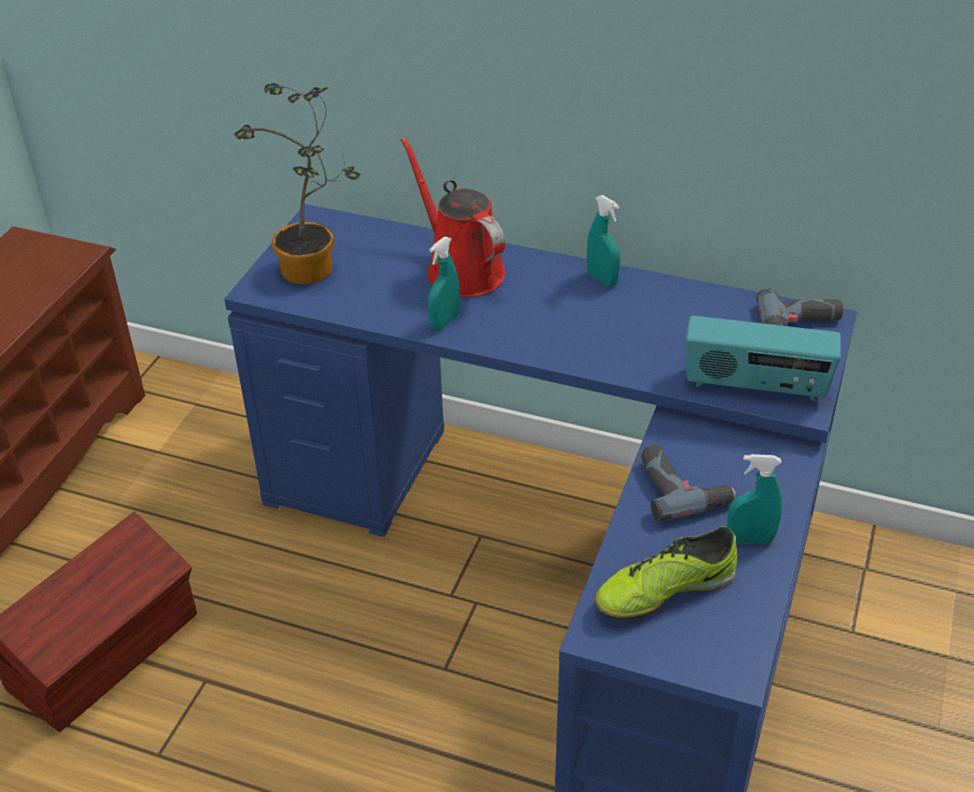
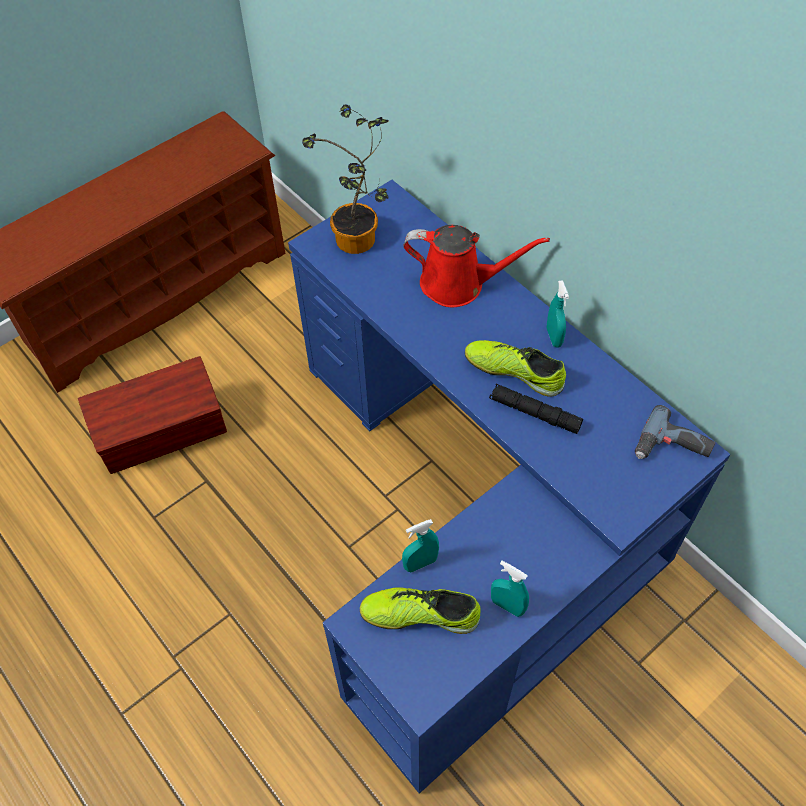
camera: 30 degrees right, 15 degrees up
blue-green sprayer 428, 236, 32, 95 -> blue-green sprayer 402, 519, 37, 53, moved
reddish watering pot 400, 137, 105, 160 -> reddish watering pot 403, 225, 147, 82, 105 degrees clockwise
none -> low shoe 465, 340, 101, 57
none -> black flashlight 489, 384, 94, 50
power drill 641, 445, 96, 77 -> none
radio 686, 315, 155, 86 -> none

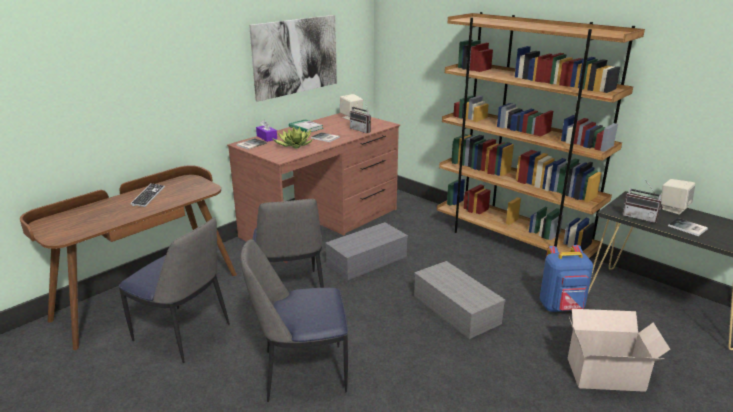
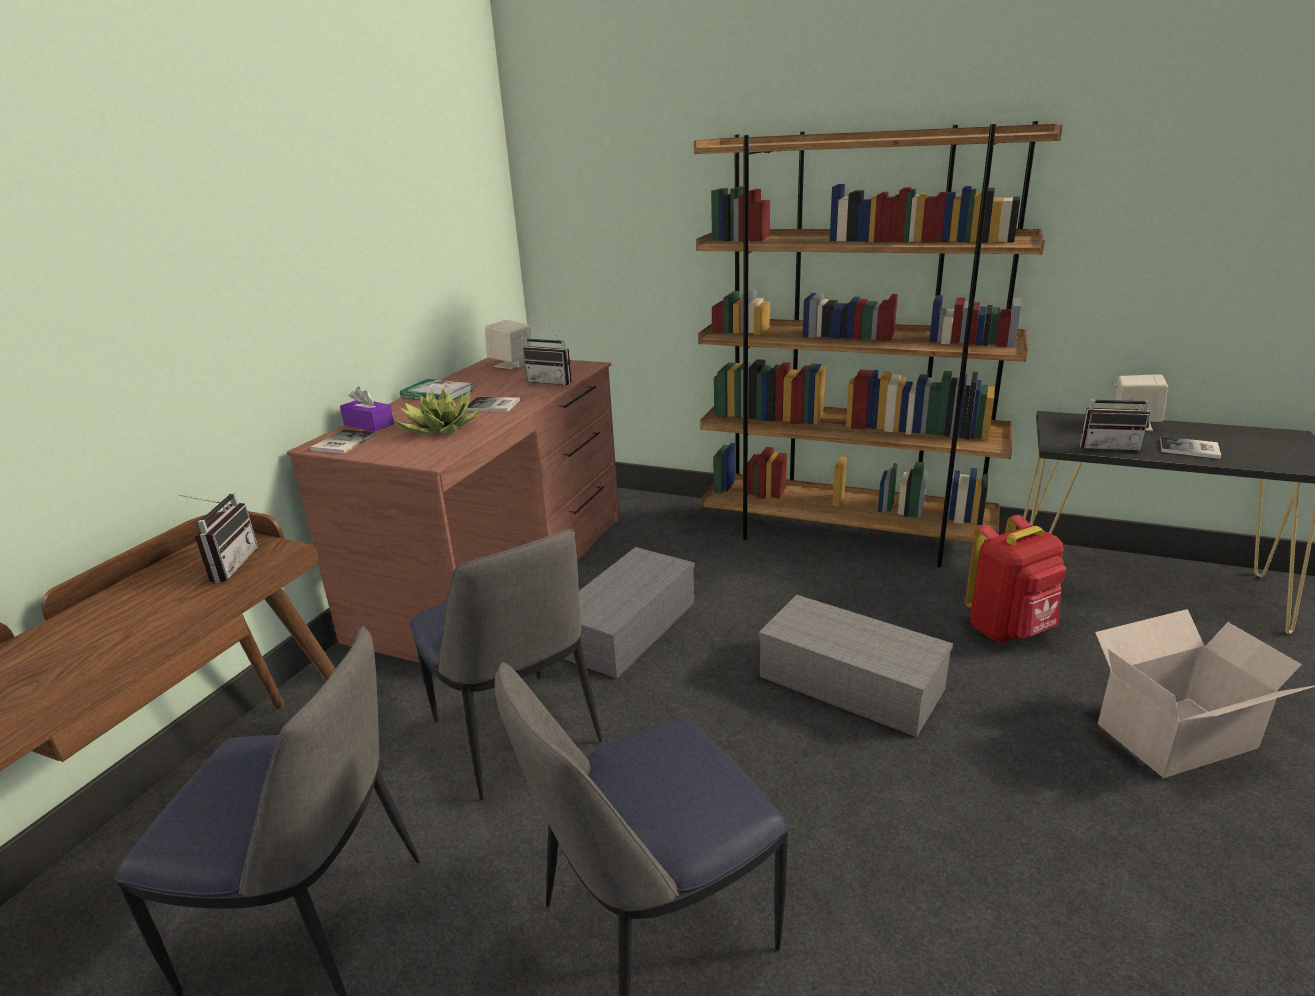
camera: 20 degrees left, 0 degrees up
none -> radio 179, 493, 79, 90
blue-coloured knapsack 540, 245, 53, 67 -> reddish knapsack 965, 515, 101, 128
computer keyboard 130, 183, 35, 24 -> none
wall picture 249, 15, 88, 87 -> none

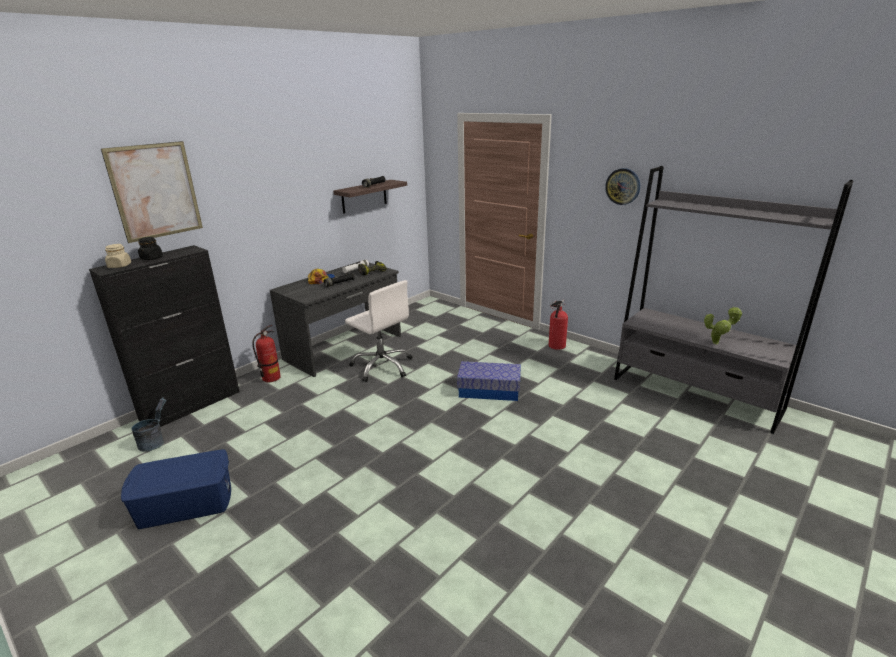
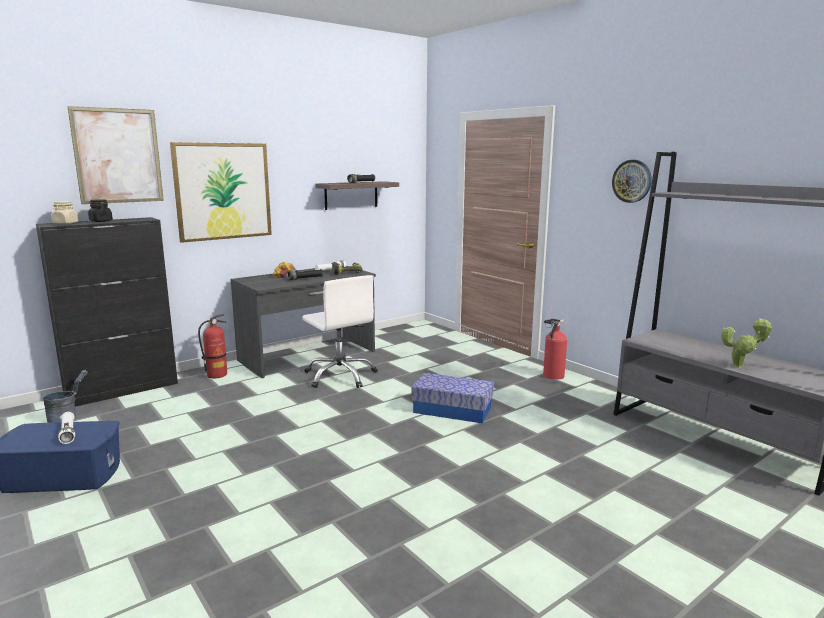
camera: 10 degrees right, 10 degrees down
none -> white-coloured flashlight 58, 412, 17, 32
none -> wall picture 170, 142, 102, 101

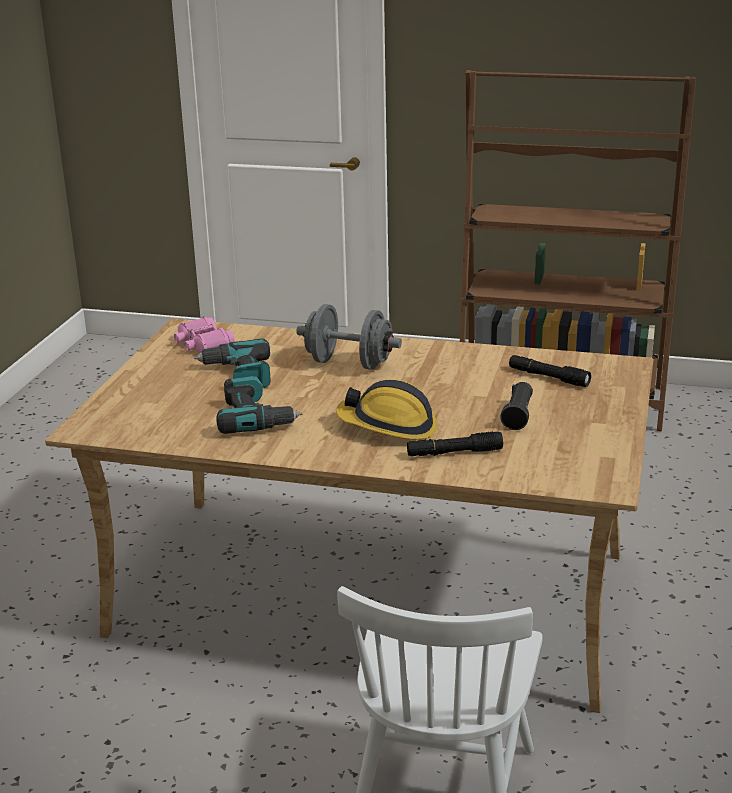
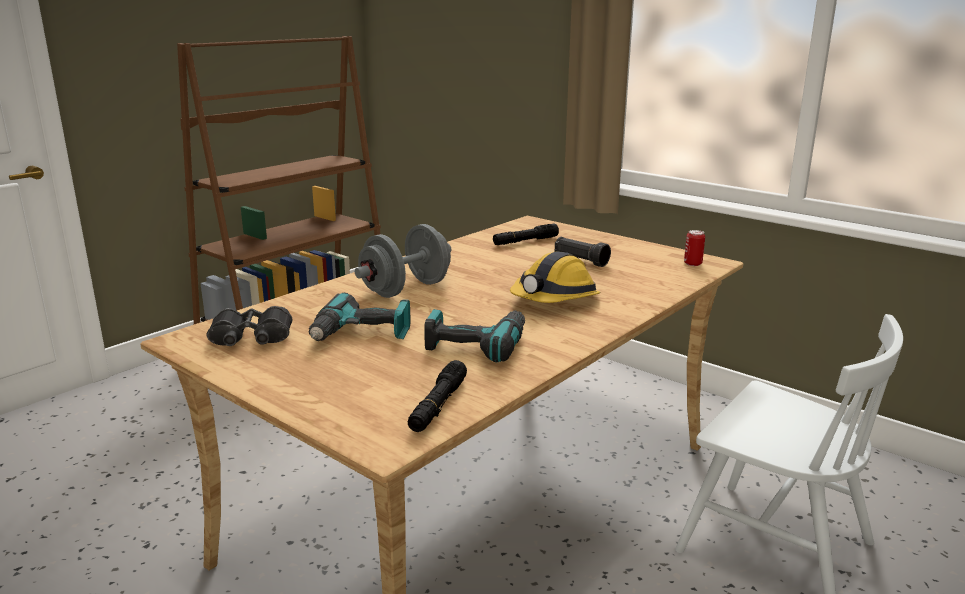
camera: 65 degrees left, 5 degrees down
pink-coloured field glasses 174, 317, 61, 36 -> black field glasses 207, 306, 85, 40
black flashlight 407, 432, 96, 24 -> black flashlight 408, 360, 59, 72, moved
none -> metal can 684, 230, 21, 36

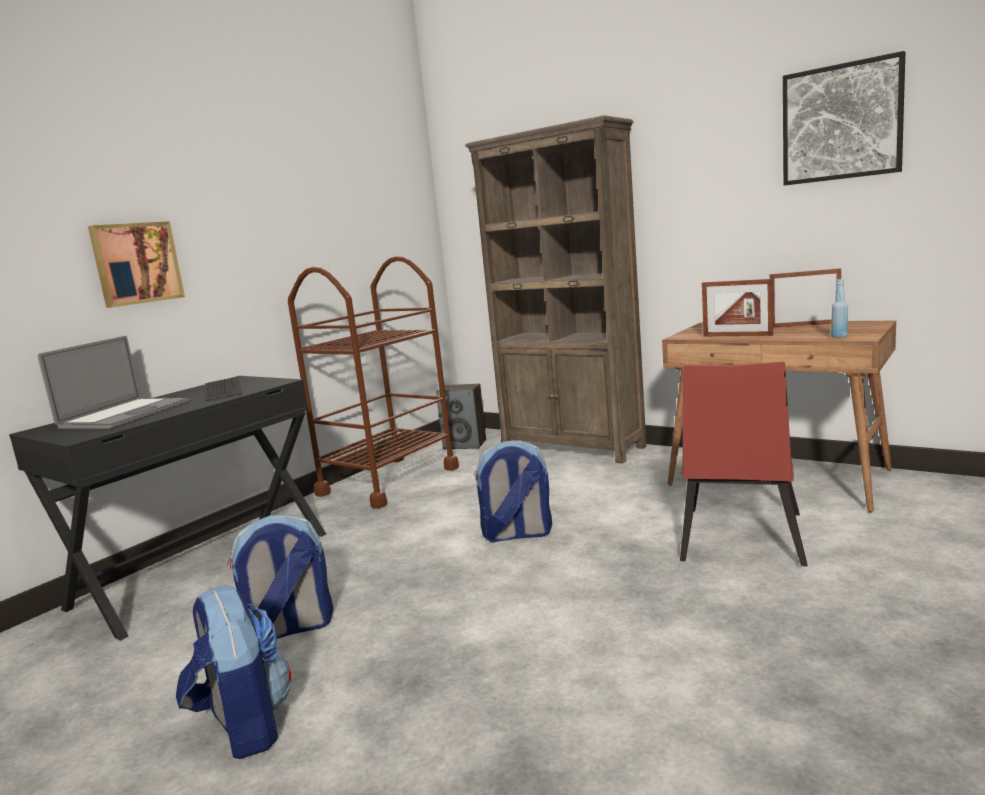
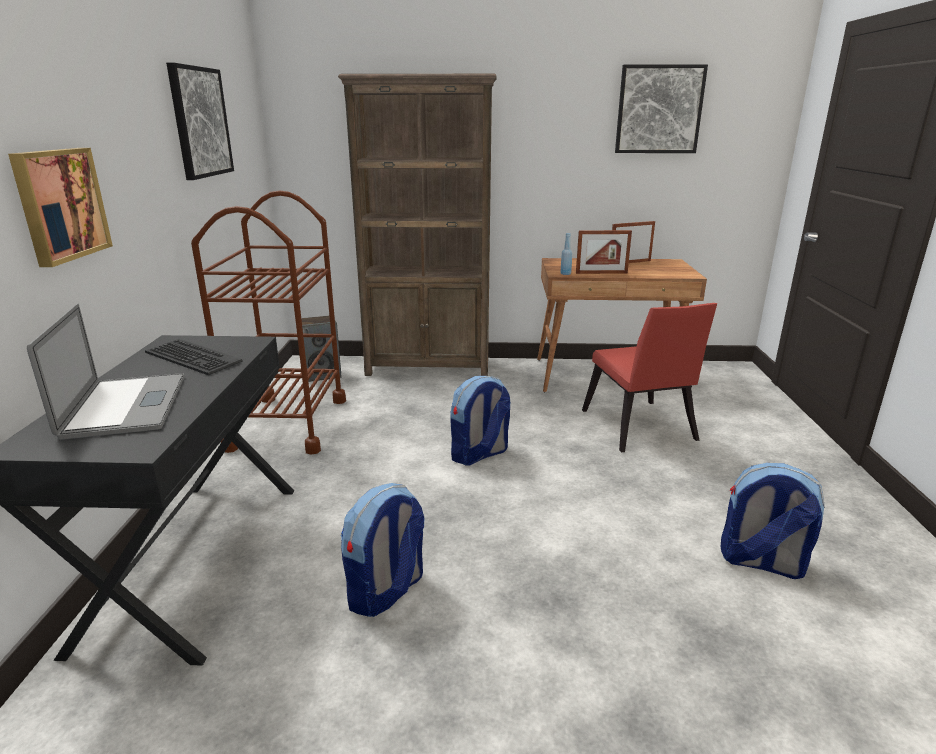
camera: 35 degrees left, 10 degrees up
none -> wall picture 166, 63, 68, 117
blue-coloured bottle 831, 279, 17, 59 -> blue-coloured bottle 560, 233, 12, 42, moved
knapsack 176, 585, 115, 174 -> knapsack 721, 463, 104, 116, moved

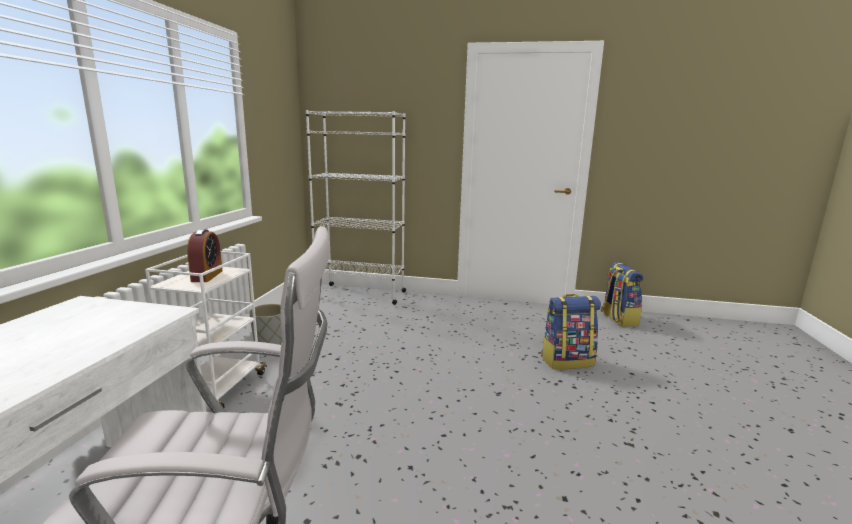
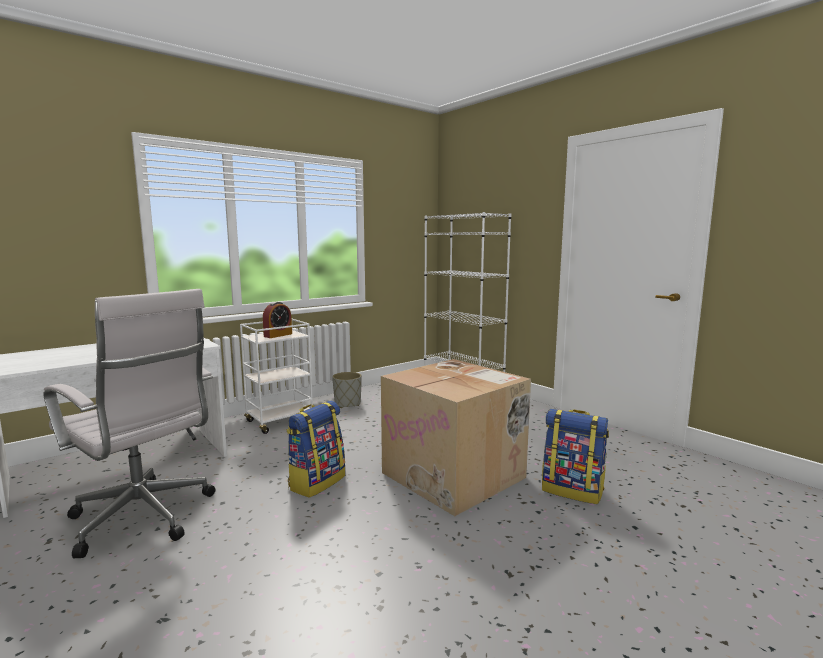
camera: 40 degrees right, 5 degrees down
knapsack 601, 262, 42, 65 -> knapsack 287, 401, 58, 97, moved
none -> packing box 381, 359, 150, 157

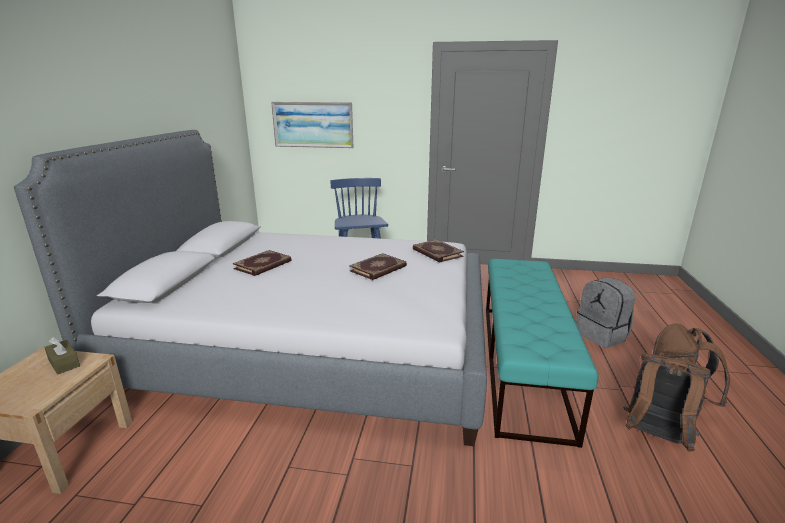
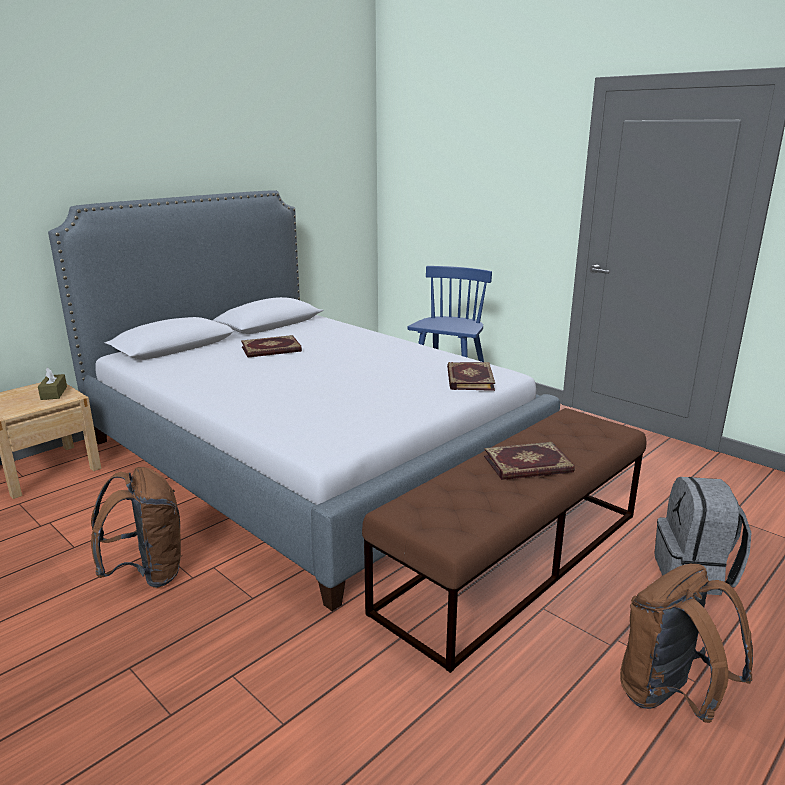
camera: 35 degrees right, 0 degrees up
brown knapsack 623, 353, 88, 99 -> brown knapsack 91, 467, 91, 121, moved
blue-green bench 486, 259, 113, 189 -> brown bench 362, 408, 285, 265
volume 349, 253, 58, 27 -> volume 484, 442, 91, 38, moved
wall picture 271, 102, 83, 46 -> none

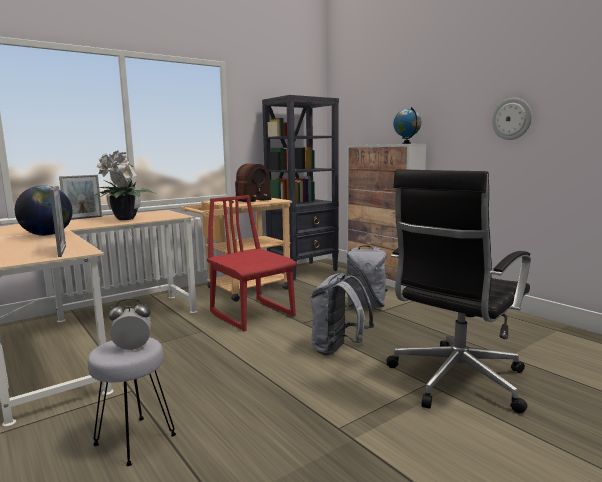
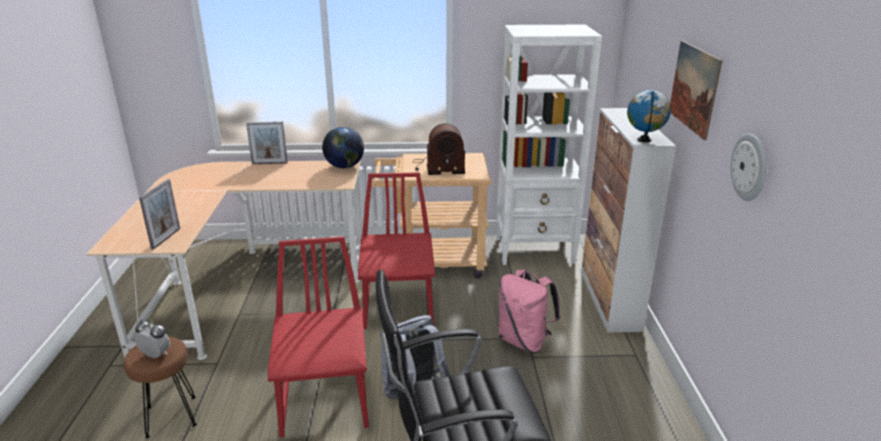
camera: 35 degrees right, 15 degrees up
grey sitting stool 88, 337, 88, 129 -> brown sitting stool 124, 337, 73, 101
none -> reddish plain chair 268, 236, 101, 202
desk globe 15, 185, 58, 51 -> desk globe 322, 127, 42, 41, moved
black shelving unit 262, 95, 77, 186 -> white-coloured shelving unit 496, 25, 106, 240
grey knapsack 346, 245, 42, 63 -> pink-coloured knapsack 498, 270, 63, 83
none -> wall picture 670, 41, 52, 99
plant in a pot 93, 150, 64, 70 -> none

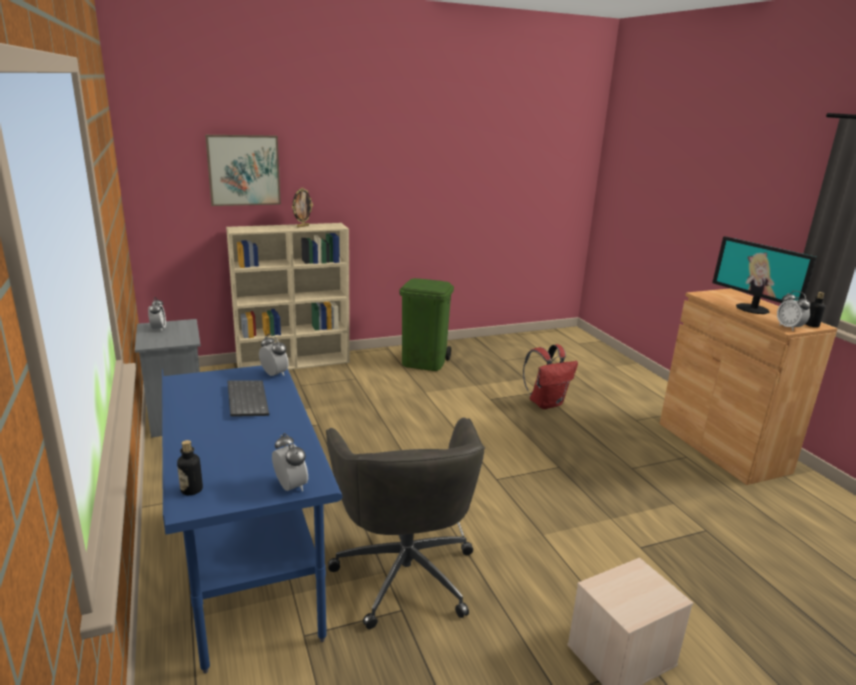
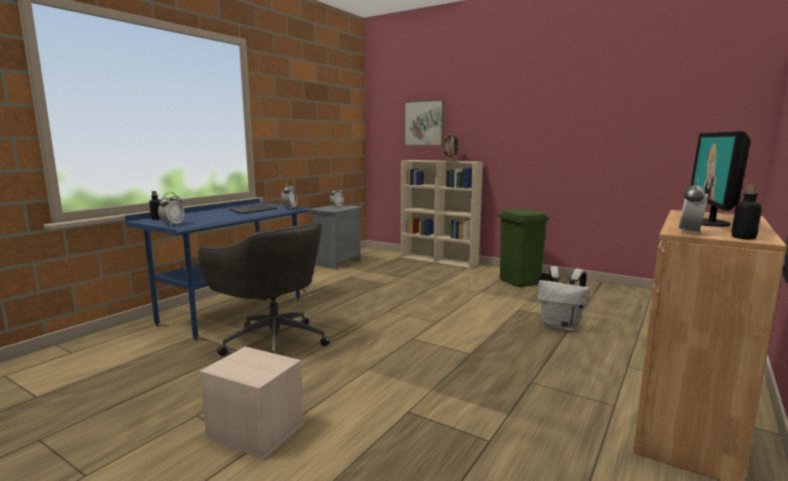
camera: 55 degrees right, 10 degrees down
grey office chair 326, 417, 159, 212 -> grey office chair 199, 222, 131, 134, 90 degrees counterclockwise
reddish knapsack 523, 344, 55, 65 -> white-coloured knapsack 537, 266, 53, 65

